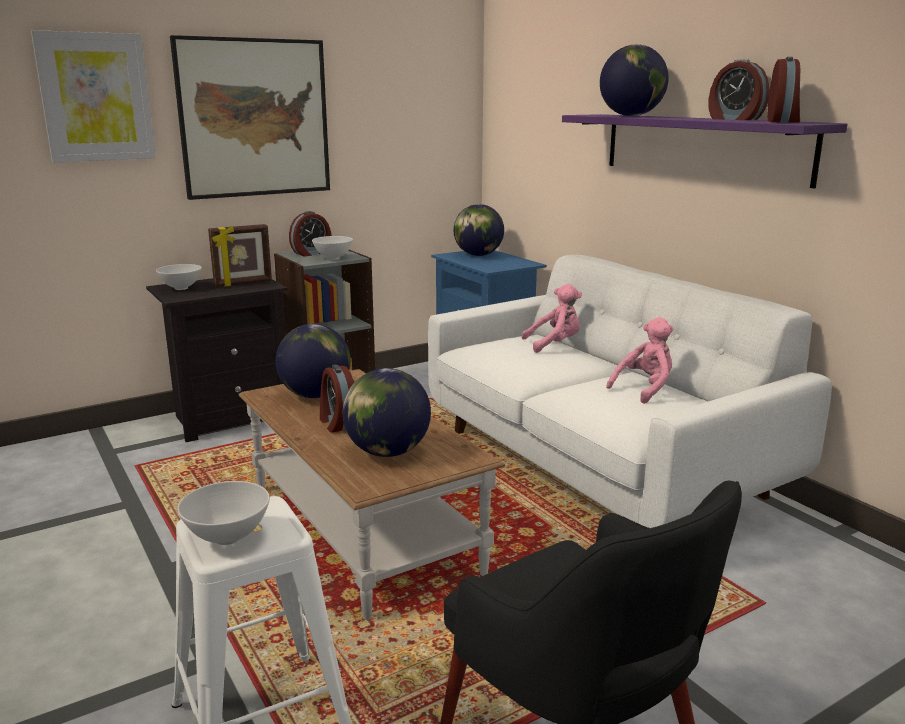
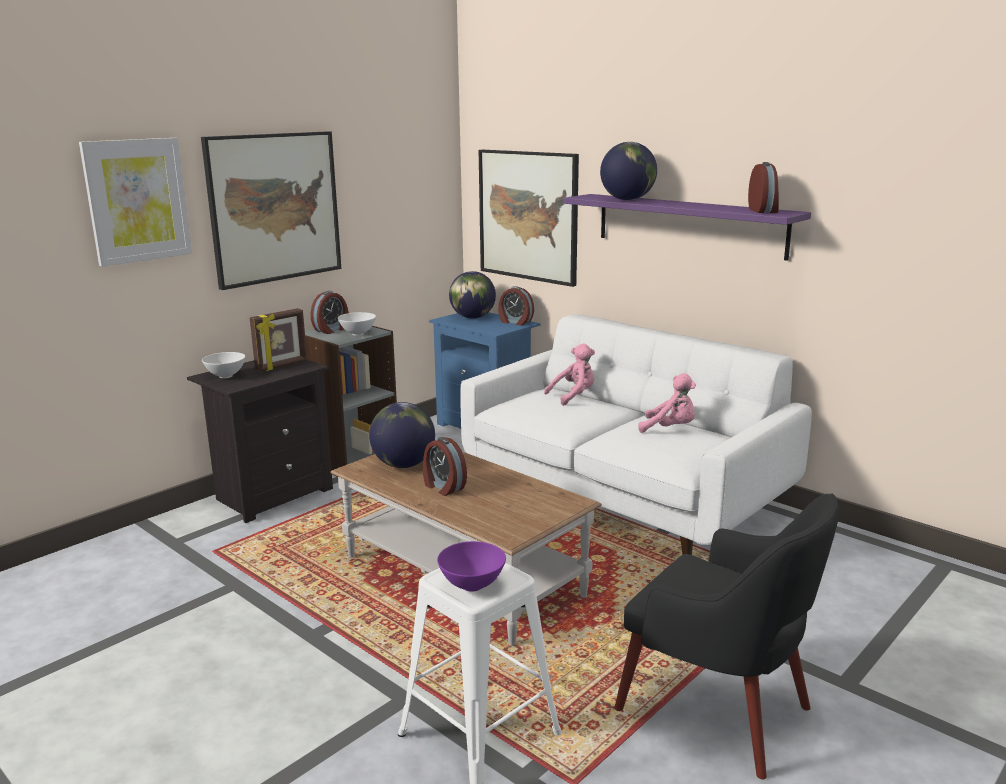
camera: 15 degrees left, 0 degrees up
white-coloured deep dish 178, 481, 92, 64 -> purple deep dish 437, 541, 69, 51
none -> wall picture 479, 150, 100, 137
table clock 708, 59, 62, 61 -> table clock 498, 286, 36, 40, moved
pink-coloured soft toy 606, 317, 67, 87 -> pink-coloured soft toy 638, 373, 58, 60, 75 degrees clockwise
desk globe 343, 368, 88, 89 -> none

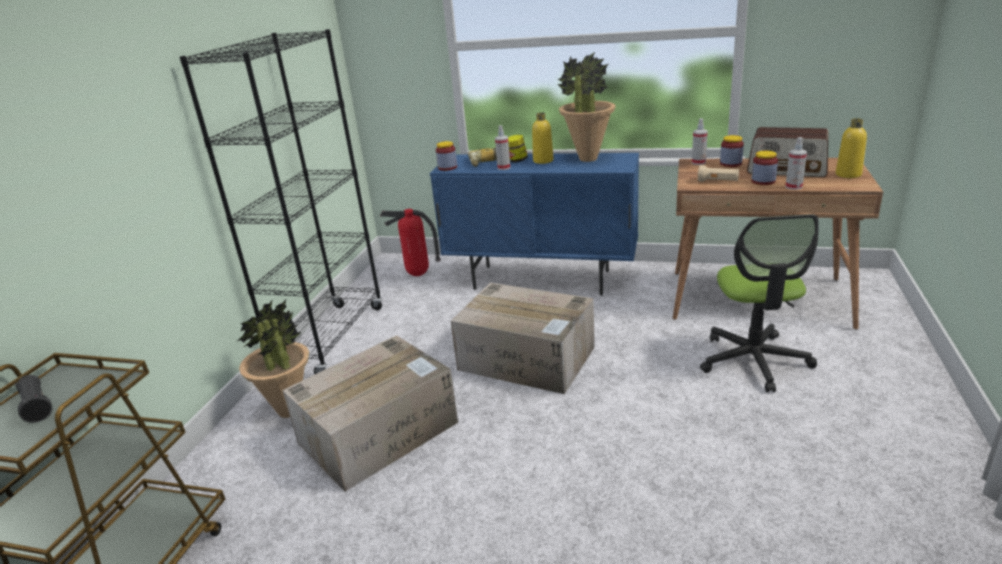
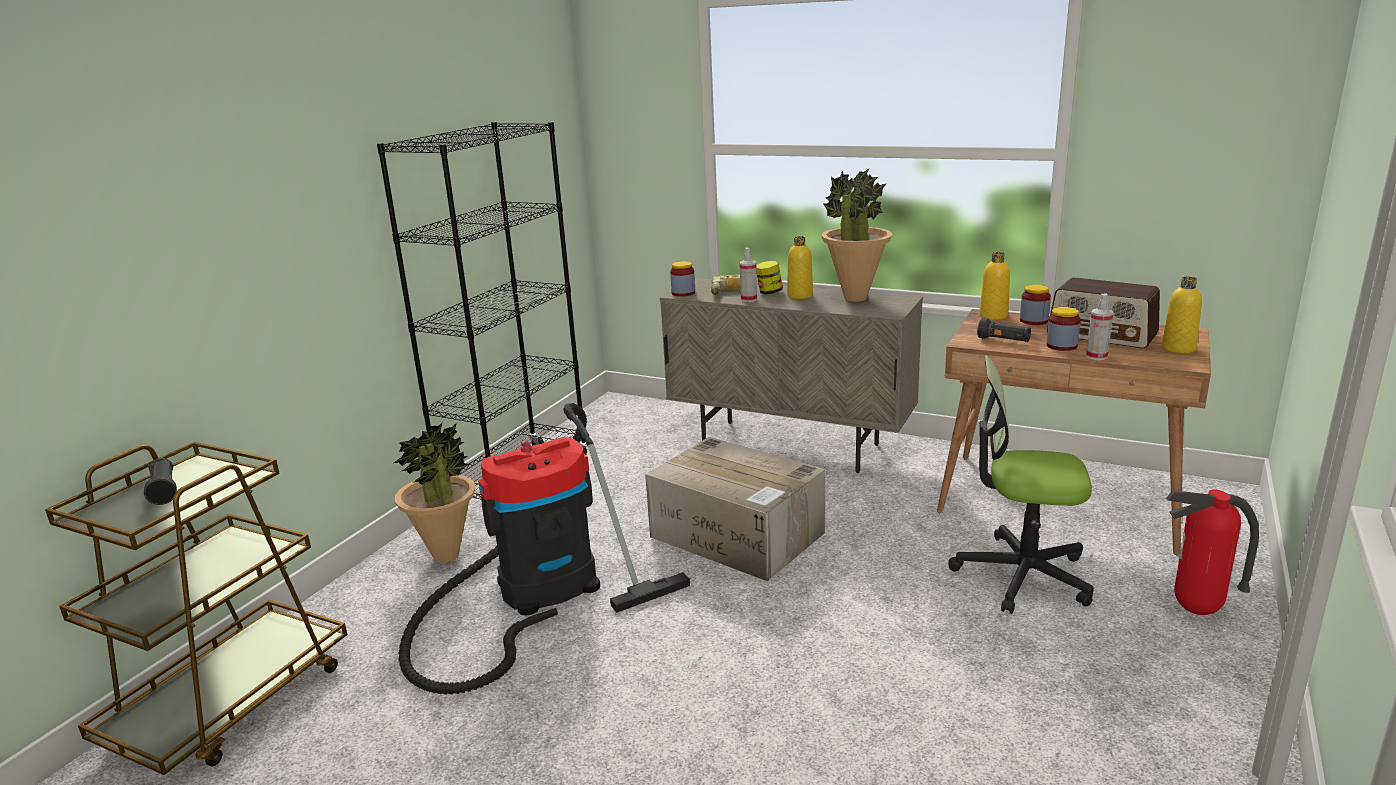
camera: 10 degrees right, 5 degrees down
packing box 282, 335, 176, 157 -> vacuum 398, 403, 292, 292
blue-coloured cabinet 430, 153, 209, 143 -> beige cabinet 660, 278, 263, 195
office chair 700, 214, 119, 178 -> office chair 949, 355, 145, 259, 90 degrees clockwise
beige flashlight 698, 165, 41, 16 -> black flashlight 977, 318, 54, 24
sprayer 692, 118, 16, 47 -> yellow bottle 979, 252, 31, 68
fire extinguisher 380, 209, 61, 67 -> fire extinguisher 1166, 489, 93, 126, moved

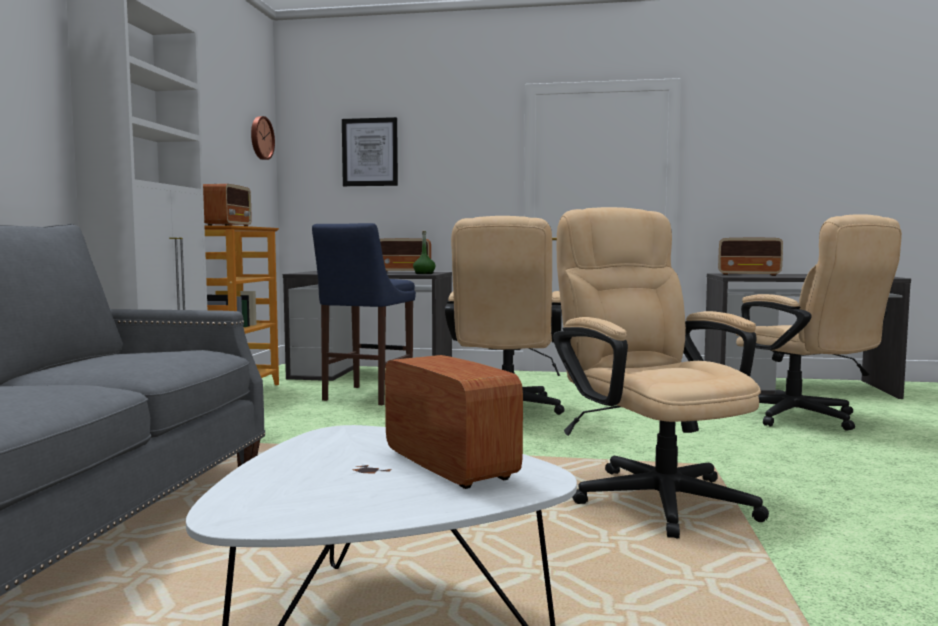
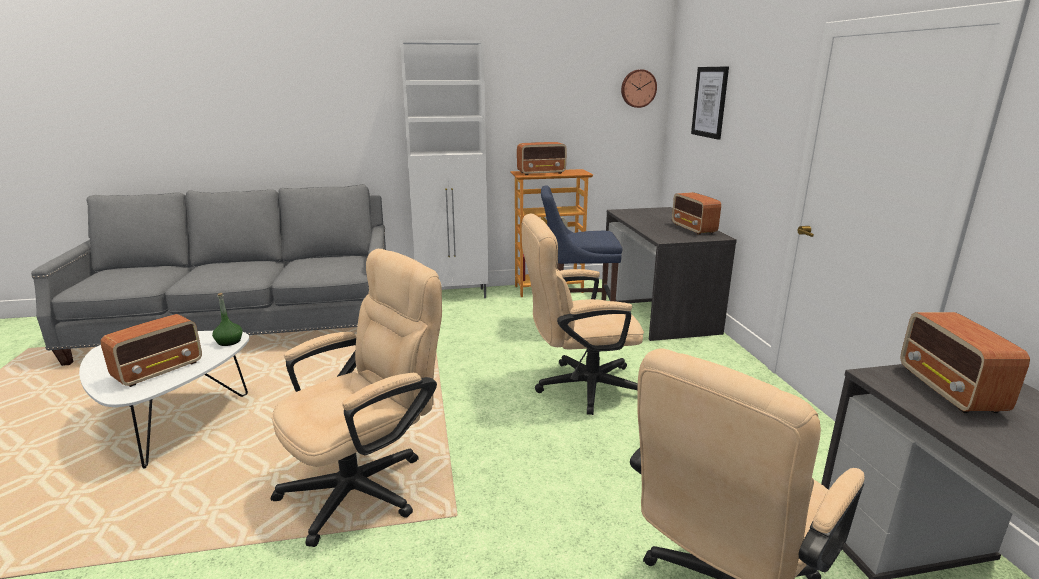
camera: 70 degrees right, 15 degrees up
green bottle 413, 231, 23, 43 -> green bottle 212, 293, 31, 53, moved

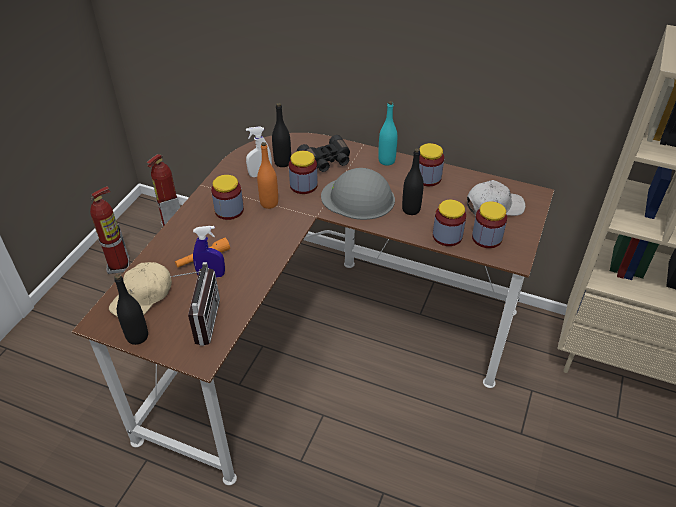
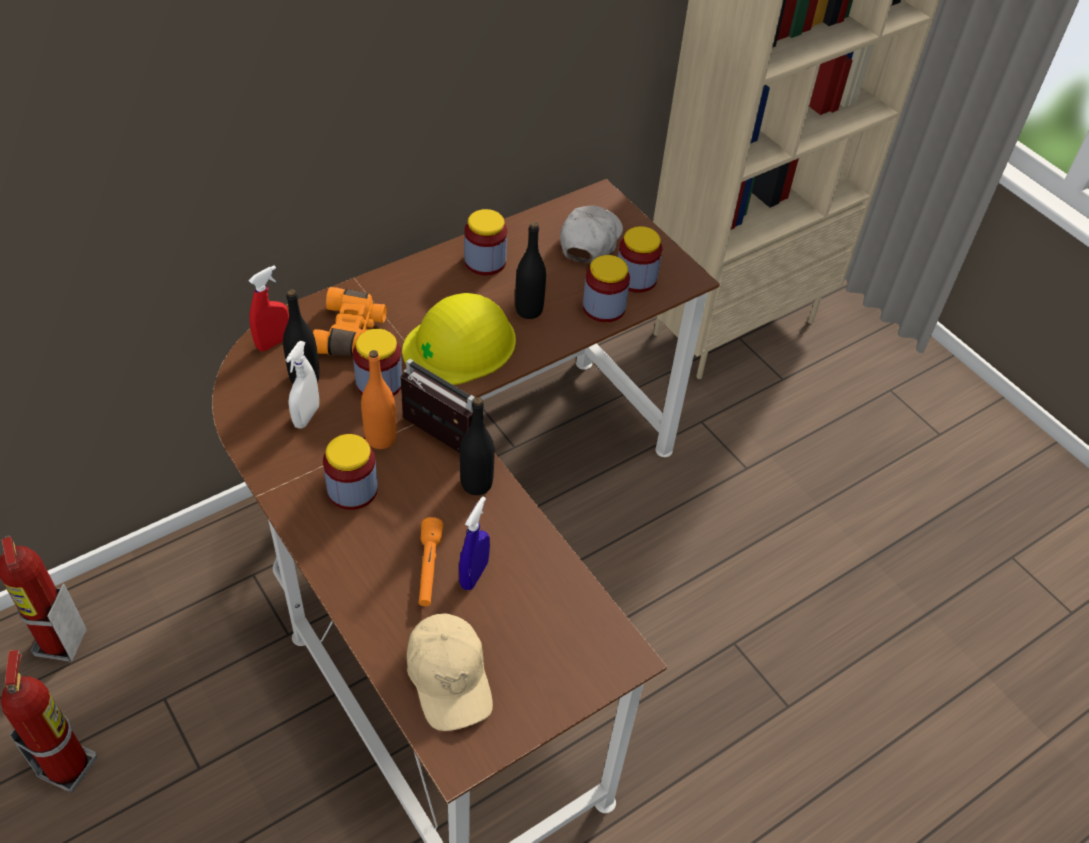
camera: 60 degrees left, 5 degrees up
none -> reddish sprayer 248, 265, 41, 86
black field glasses 297, 135, 53, 37 -> orange field glasses 313, 287, 74, 69
radio 170, 262, 50, 84 -> radio 400, 359, 75, 94, moved
grey safety helmet 321, 168, 74, 52 -> yellow safety helmet 402, 293, 114, 92
black bottle 114, 274, 34, 71 -> black bottle 460, 397, 34, 98, moved
blue-green bottle 378, 101, 19, 65 -> none

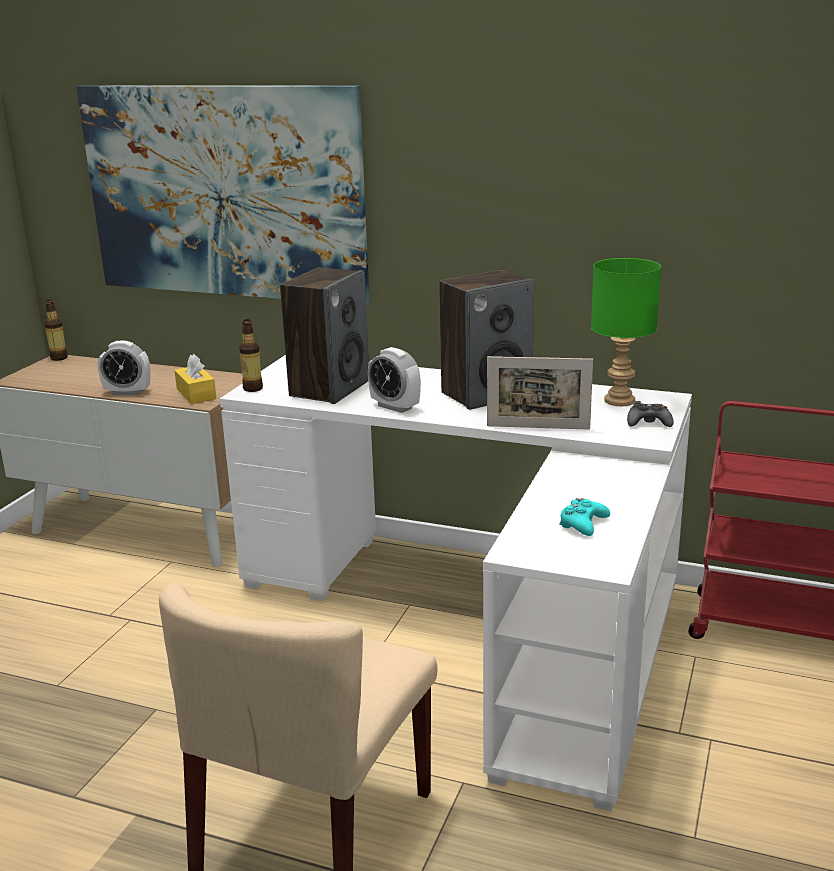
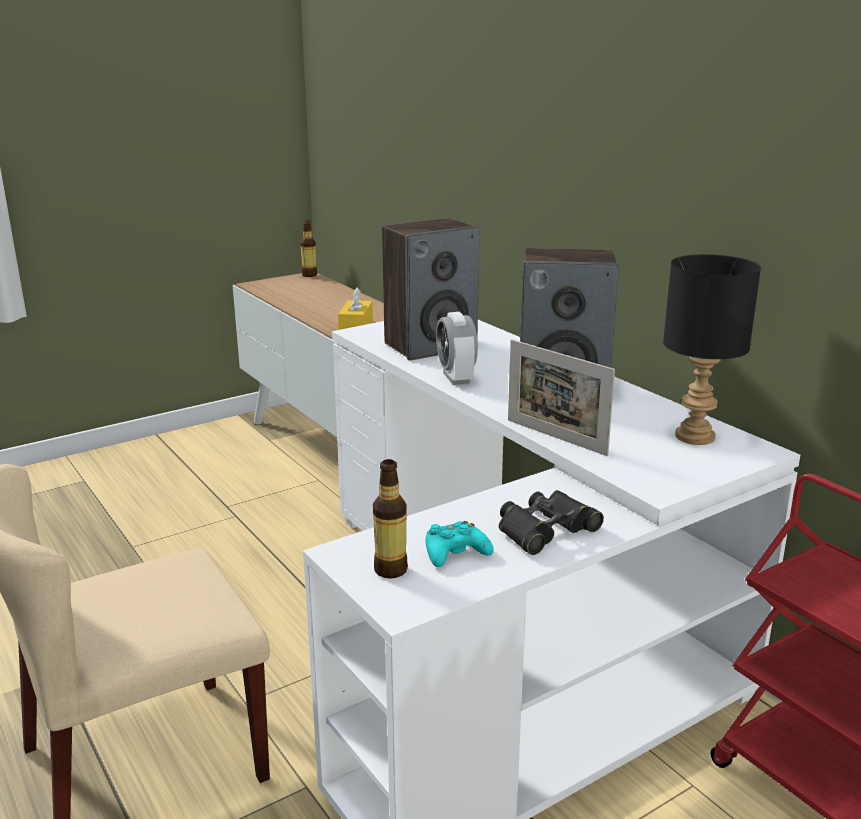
camera: 35 degrees right, 0 degrees up
bottle 239, 319, 24, 73 -> bottle 373, 459, 35, 120, moved
none -> black field glasses 499, 490, 105, 65
green table lamp 591, 258, 70, 148 -> black table lamp 663, 254, 98, 191
wall picture 76, 85, 294, 220 -> none
table clock 98, 340, 53, 55 -> none
black gamepad 627, 401, 47, 26 -> none

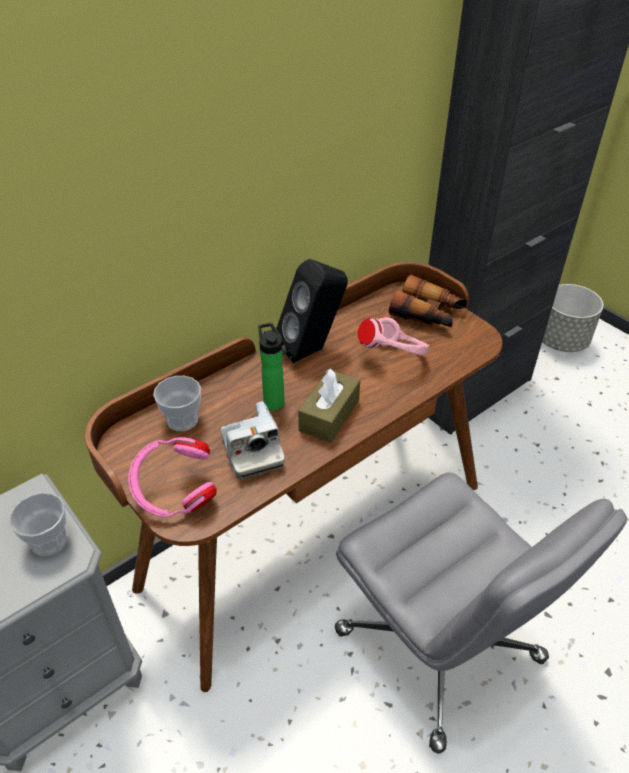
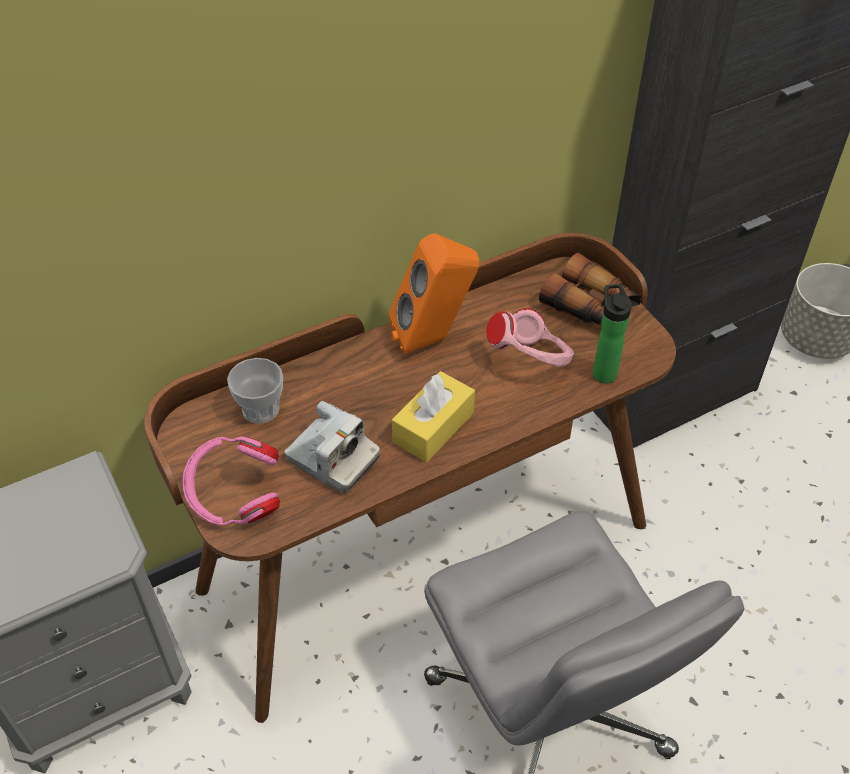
camera: 10 degrees right, 5 degrees up
still camera 221, 401, 64, 79 -> still camera 285, 401, 95, 93, 45 degrees counterclockwise
black audio speaker 276, 259, 72, 104 -> orange audio speaker 389, 233, 90, 121
brown tissue holder 298, 369, 62, 74 -> yellow tissue holder 392, 371, 83, 91
bottle 258, 323, 26, 88 -> bottle 593, 284, 38, 100, moved
small cup 9, 492, 58, 64 -> none

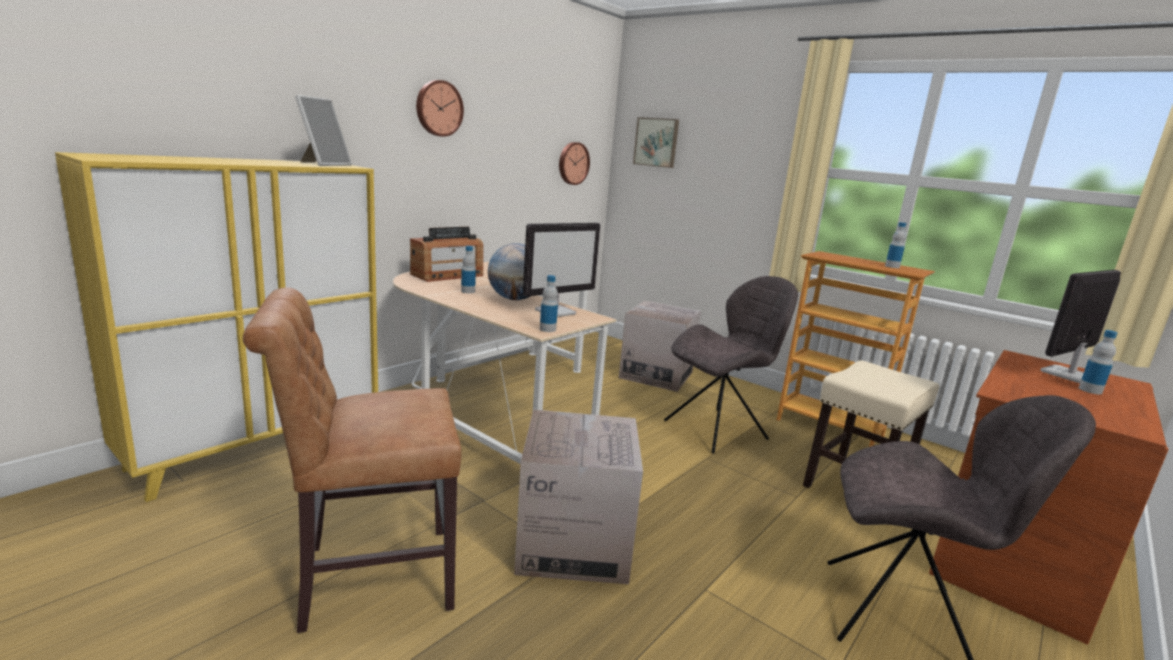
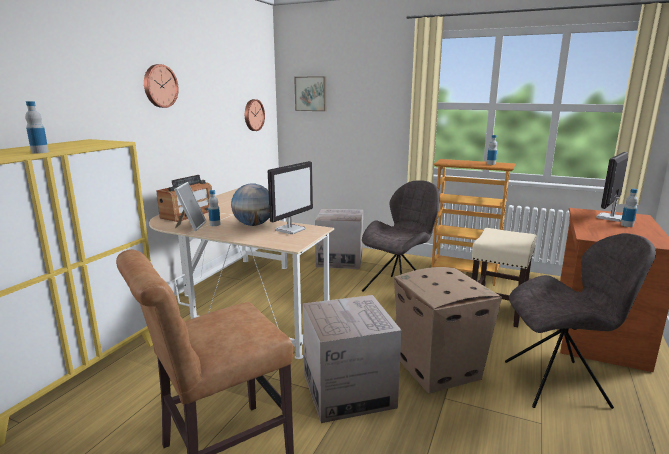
camera: 15 degrees left, 0 degrees up
bottle 540, 275, 18, 57 -> bottle 25, 101, 24, 53, moved
picture frame 295, 95, 57, 71 -> picture frame 174, 182, 33, 49, moved
none -> packing box 394, 267, 108, 126

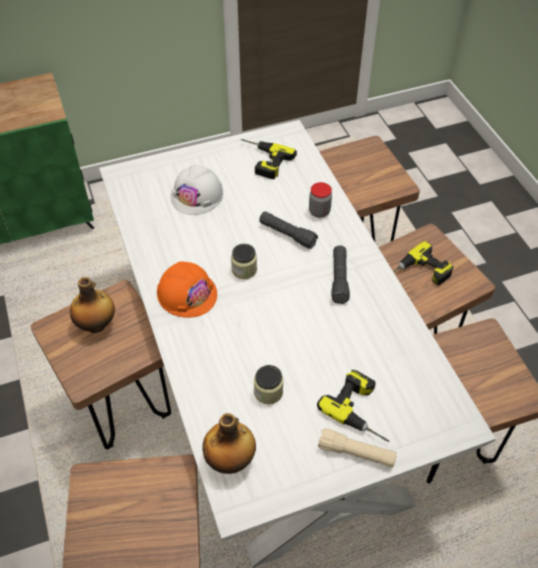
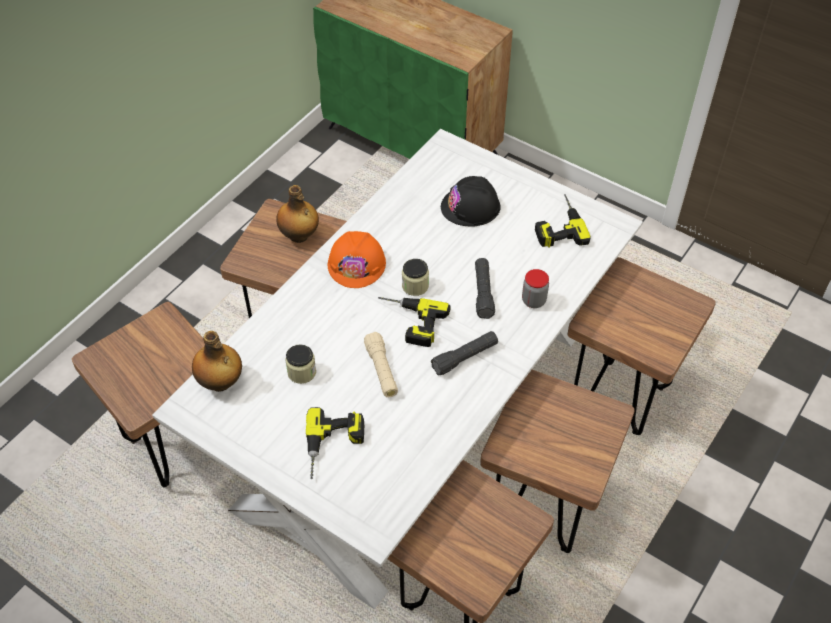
camera: 55 degrees right, 0 degrees up
beige flashlight 318, 428, 79, 40 -> beige flashlight 364, 332, 34, 65, moved
power drill 393, 241, 60, 44 -> power drill 378, 297, 73, 50, moved
white-coloured safety helmet 171, 164, 52, 51 -> black safety helmet 441, 176, 60, 51

